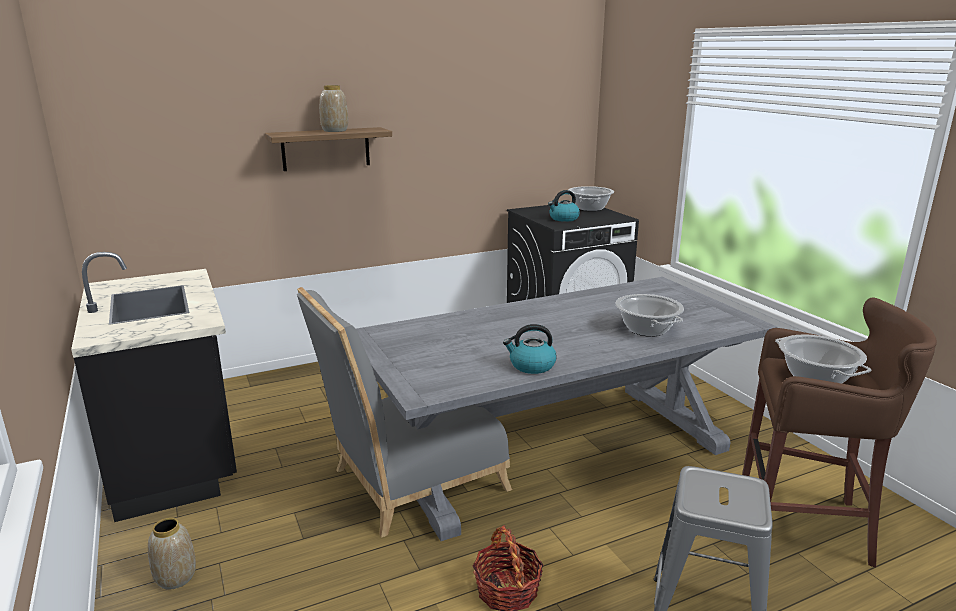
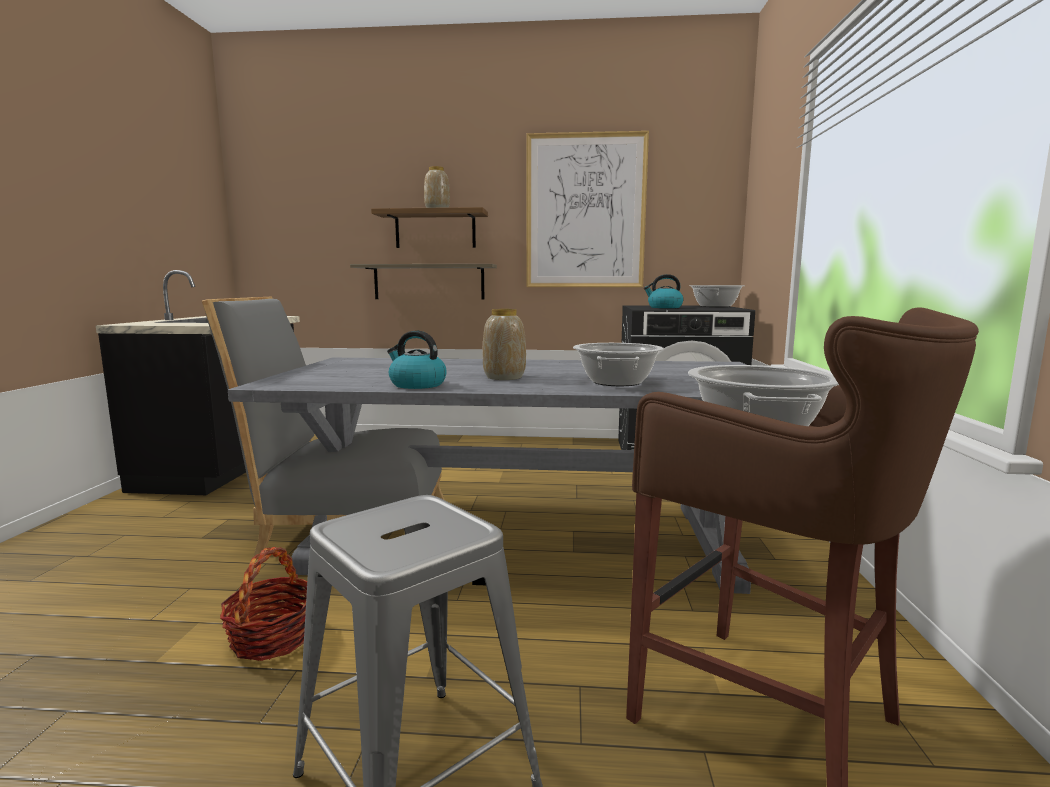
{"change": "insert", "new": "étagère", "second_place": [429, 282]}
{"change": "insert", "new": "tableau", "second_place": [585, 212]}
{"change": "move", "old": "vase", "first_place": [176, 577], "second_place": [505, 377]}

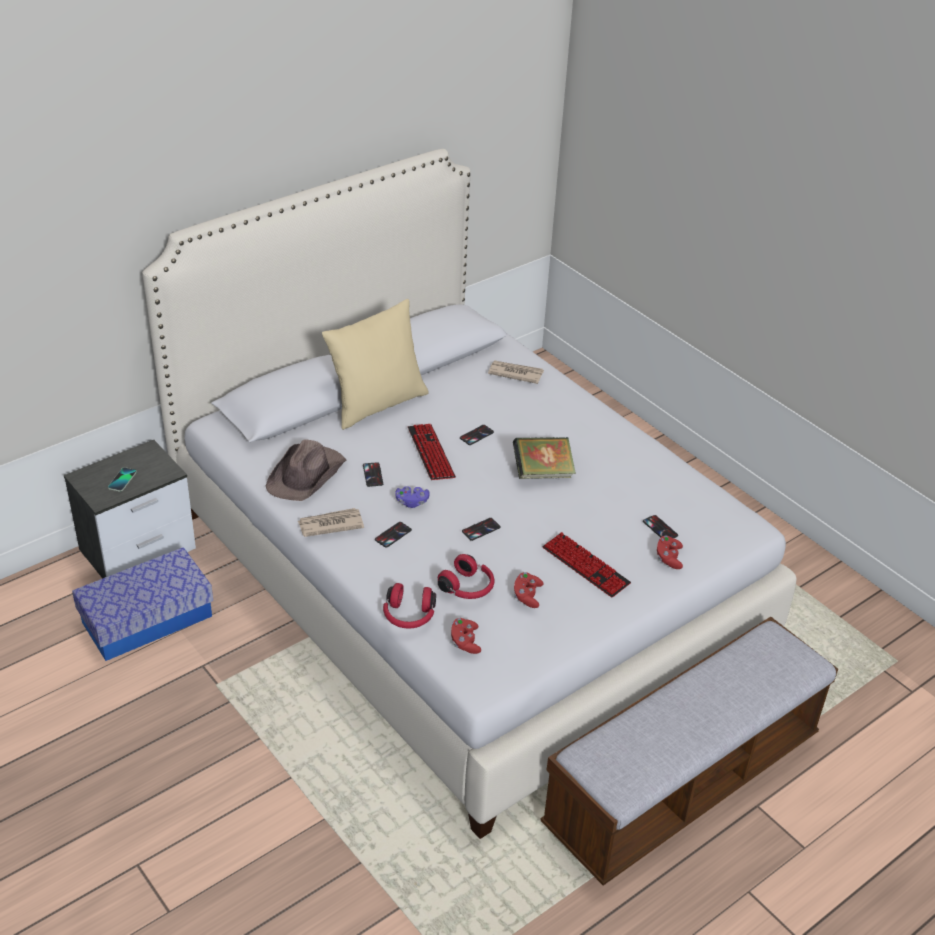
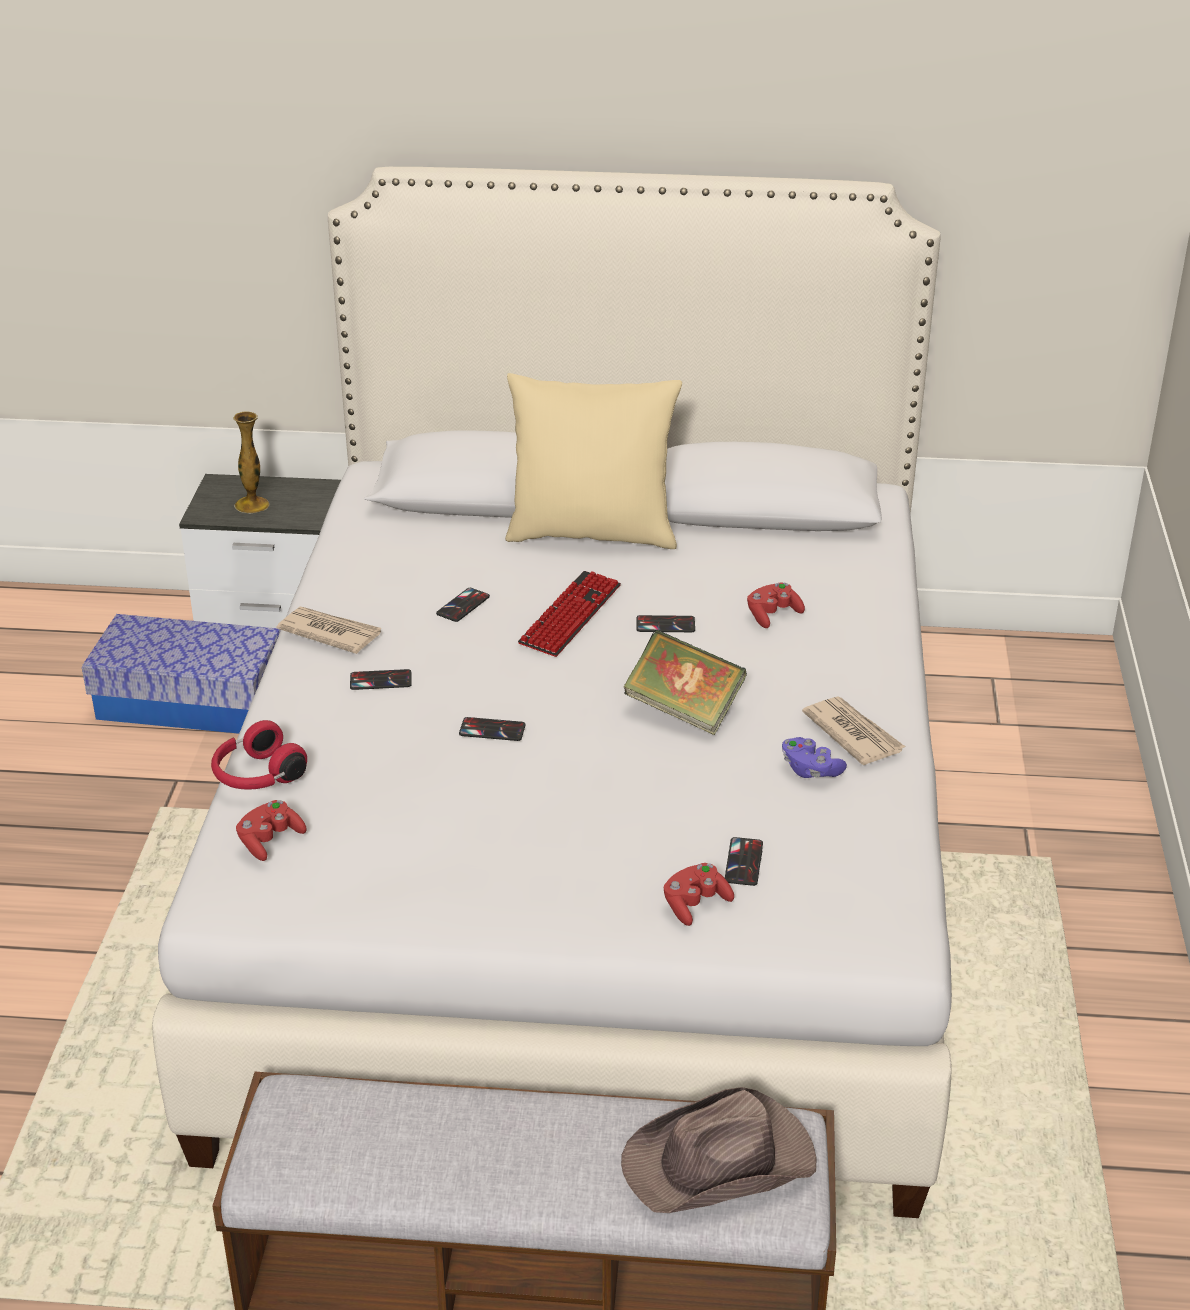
{"change": "delete", "old": "casque audio [rouge]", "first_place": [468, 588]}
{"change": "delete", "old": "clavier", "first_place": [585, 566]}
{"change": "move", "old": "chapeau [marron]", "first_place": [307, 475], "second_place": [721, 1163]}
{"change": "move", "old": "manette [violet]", "first_place": [412, 502], "second_place": [810, 770]}
{"change": "move", "old": "journal", "first_place": [515, 373], "second_place": [853, 733]}
{"change": "move", "old": "manette [rouge]", "first_place": [527, 596], "second_place": [772, 615]}
{"change": "replace", "old": "téléphone", "new": "vase", "first_place": [122, 480], "second_place": [252, 505]}

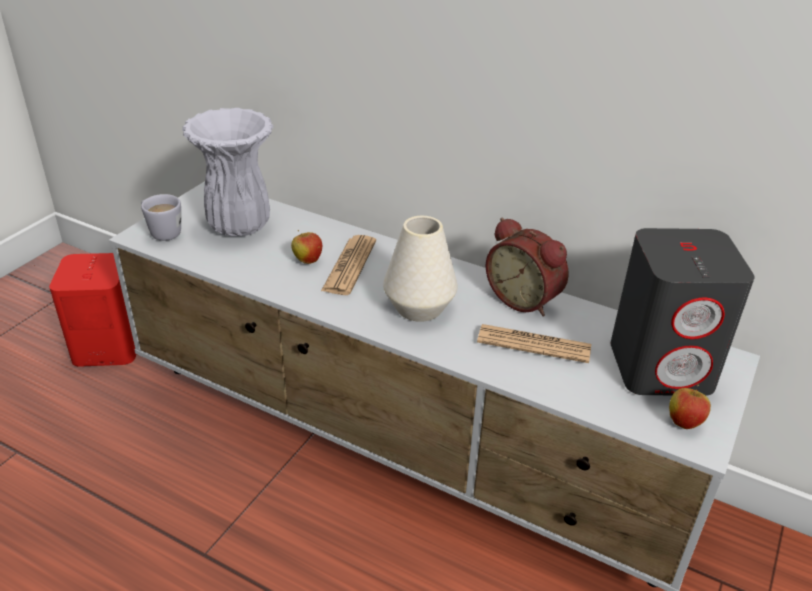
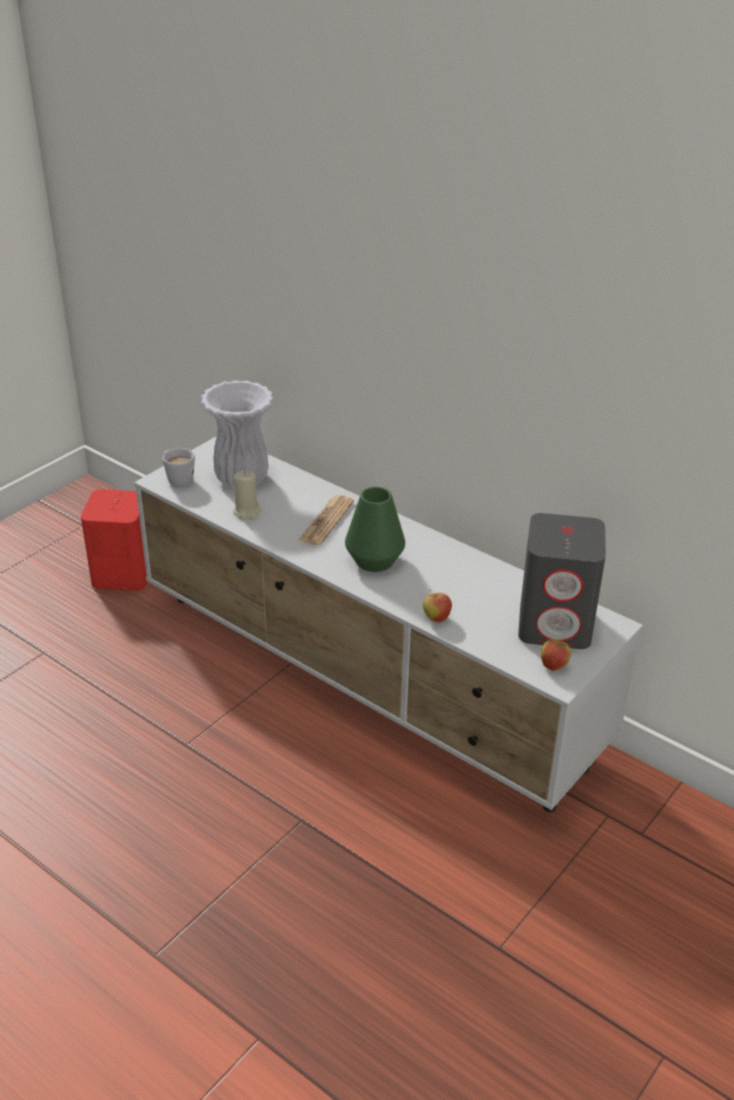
{"change": "delete", "old": "journal", "first_place": [534, 344]}
{"change": "delete", "old": "réveil", "first_place": [525, 299]}
{"change": "insert", "new": "bougie [beige]", "second_place": [247, 511]}
{"change": "move", "old": "pomme", "first_place": [307, 260], "second_place": [436, 618]}
{"change": "recolor", "old": "vase [blanc]", "new": "vase [vert]", "first_place": [419, 307], "second_place": [374, 561]}

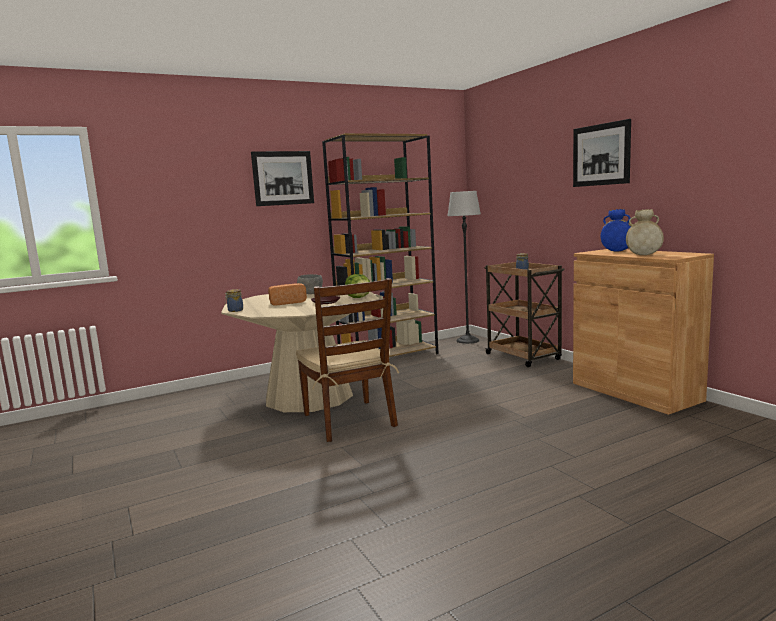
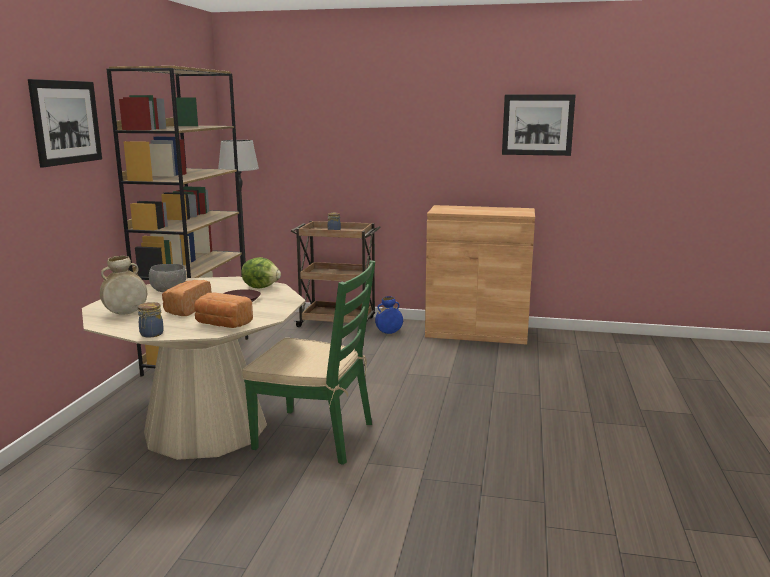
{"change": "insert", "new": "pain", "second_place": [222, 324]}
{"change": "move", "old": "tableau", "first_place": [601, 154], "second_place": [537, 125]}
{"change": "move", "old": "vase [bleu]", "first_place": [617, 251], "second_place": [389, 333]}
{"change": "move", "old": "vase [beige]", "first_place": [643, 255], "second_place": [126, 313]}
{"change": "recolor", "old": "chaise [marron]", "new": "chaise [vert]", "first_place": [349, 420], "second_place": [315, 435]}

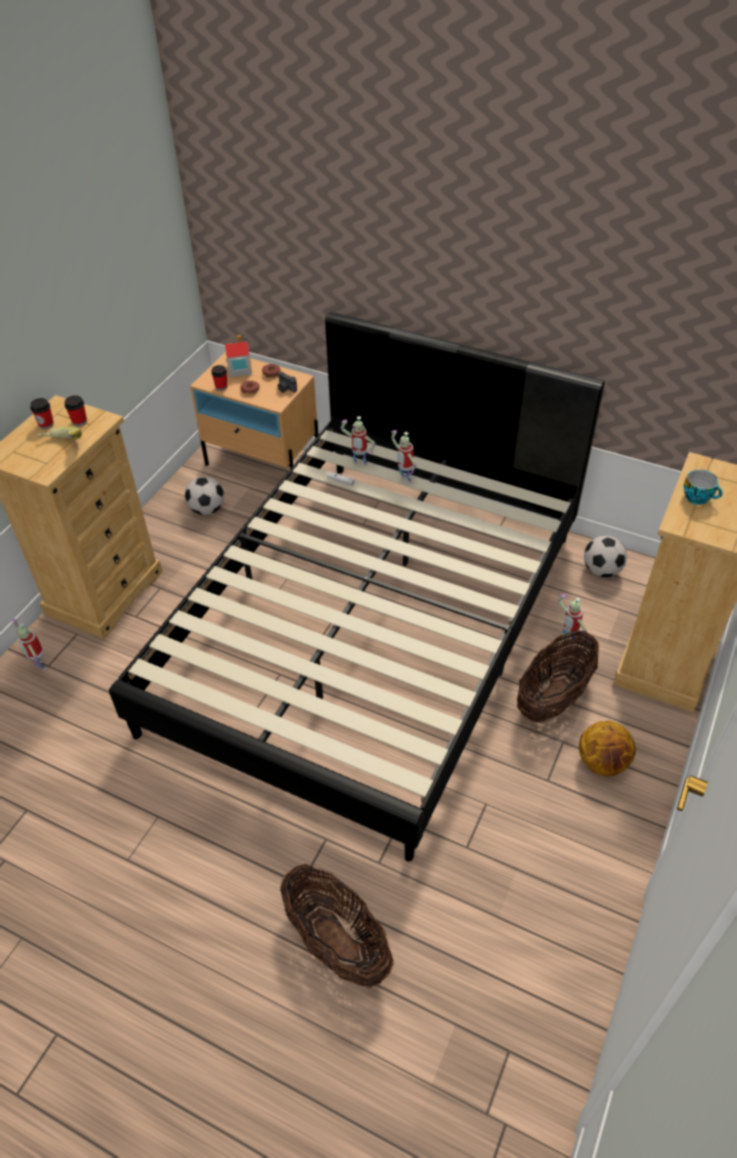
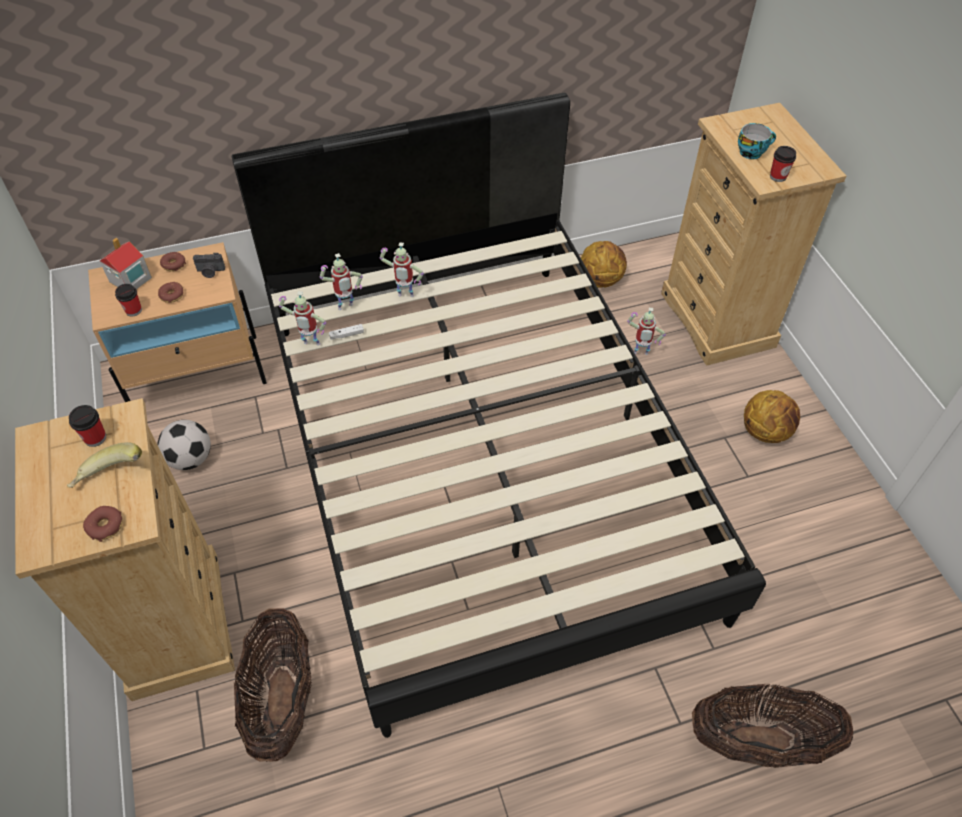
{"change": "insert", "new": "beignet", "second_place": [105, 526]}
{"change": "move", "old": "robot jouet", "first_place": [40, 666], "second_place": [310, 345]}
{"change": "move", "old": "tasse", "first_place": [46, 424], "second_place": [778, 176]}
{"change": "move", "old": "panier", "first_place": [553, 697], "second_place": [281, 699]}
{"change": "replace", "old": "ballon de foot", "new": "ballon de basket", "first_place": [601, 570], "second_place": [601, 279]}

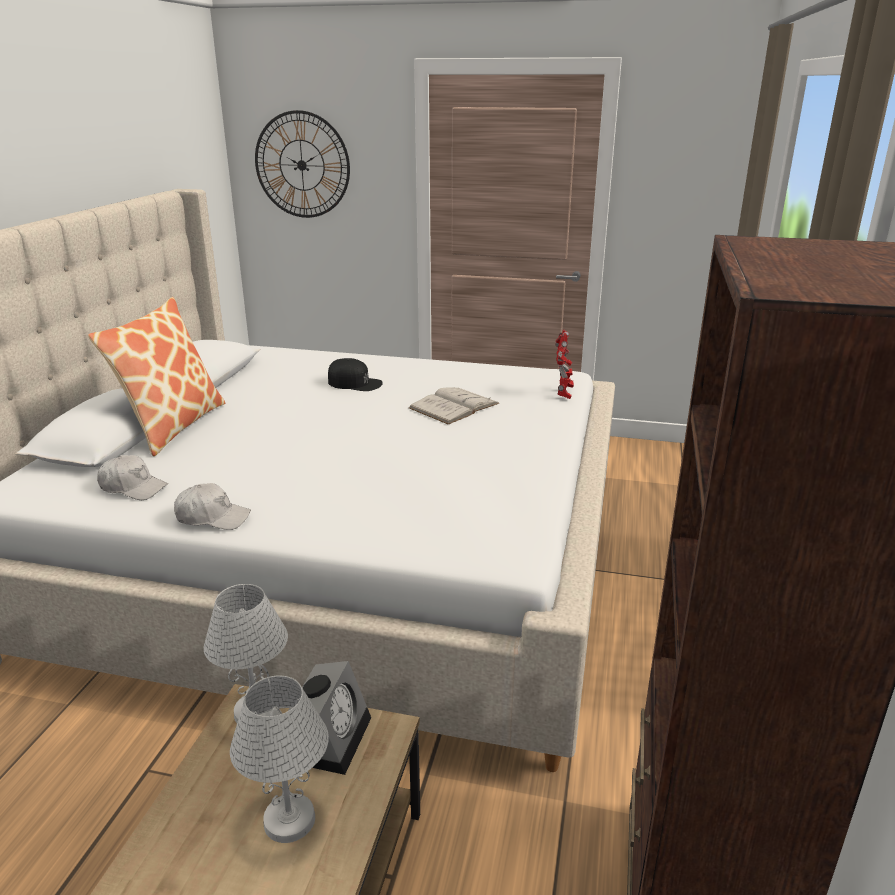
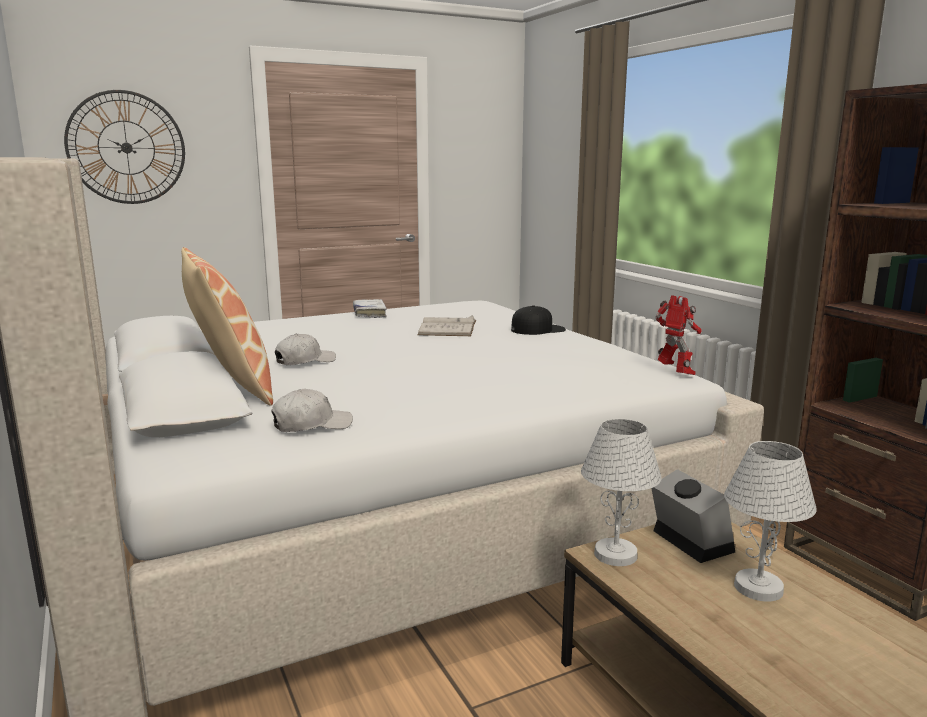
{"change": "insert", "new": "livre [blanc]", "second_place": [369, 313]}
{"change": "move", "old": "casquette [blanc]", "first_place": [213, 517], "second_place": [305, 361]}
{"change": "move", "old": "casquette [noir]", "first_place": [355, 383], "second_place": [538, 329]}
{"change": "move", "old": "robot jouet", "first_place": [563, 394], "second_place": [675, 373]}

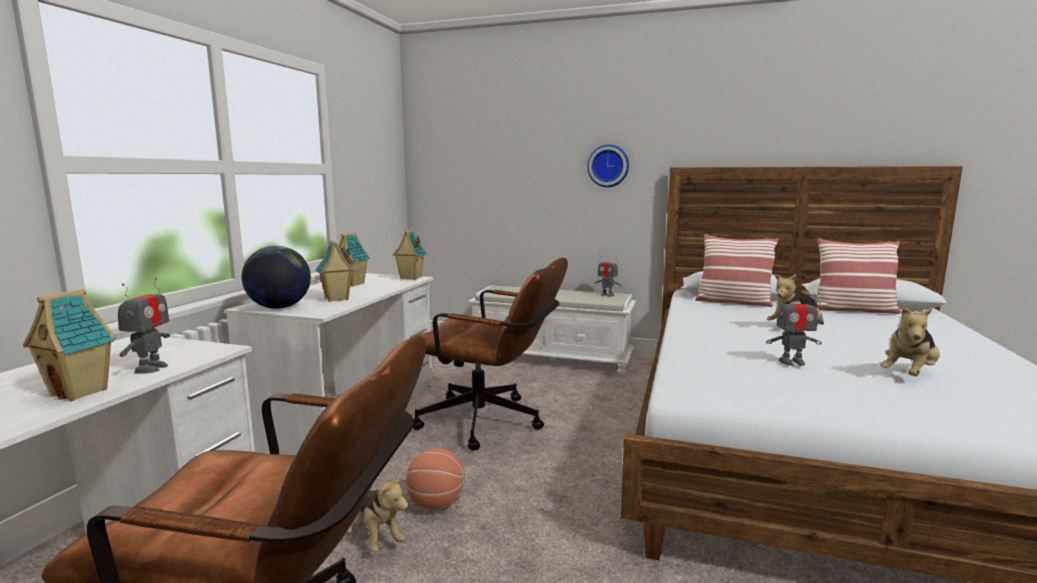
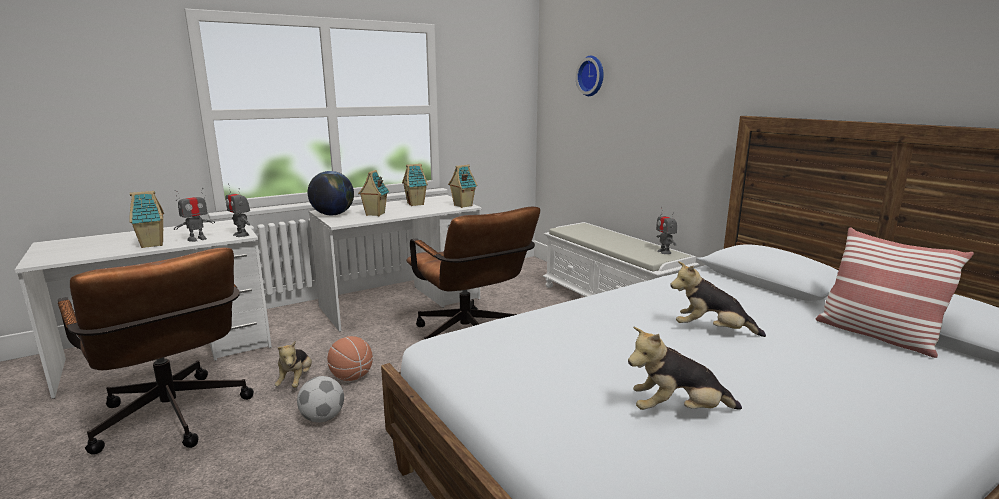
{"change": "delete", "old": "coussin", "first_place": [733, 302]}
{"change": "insert", "new": "ballon de foot", "second_place": [323, 418]}
{"change": "move", "old": "horloge murale", "first_place": [608, 166], "second_place": [592, 76]}
{"change": "move", "old": "robot jouet", "first_place": [792, 362], "second_place": [241, 235]}

